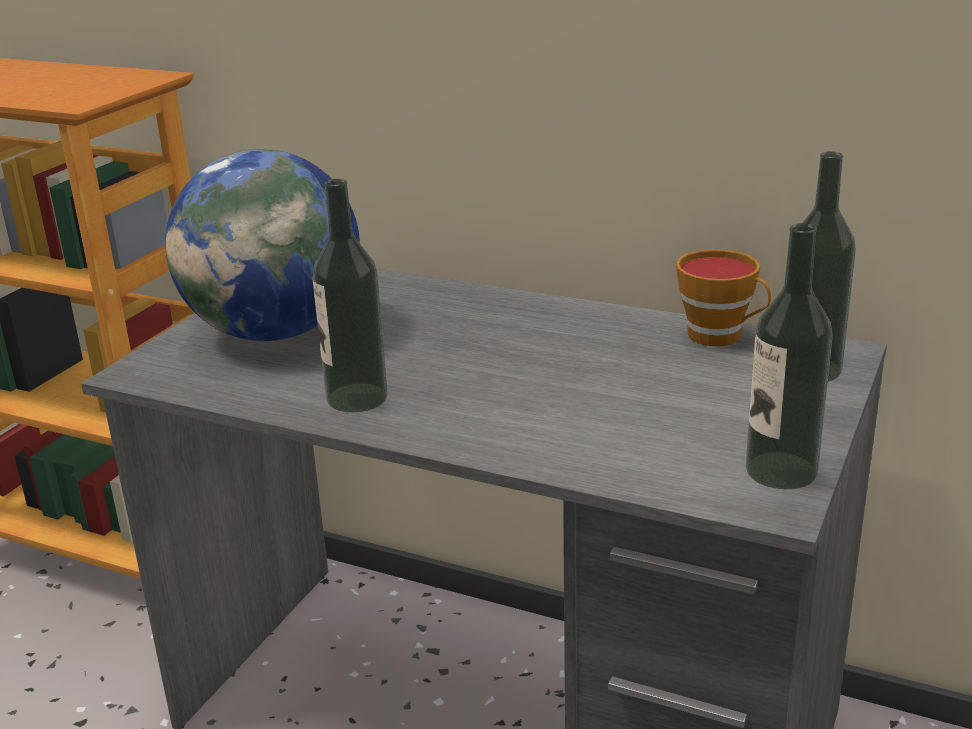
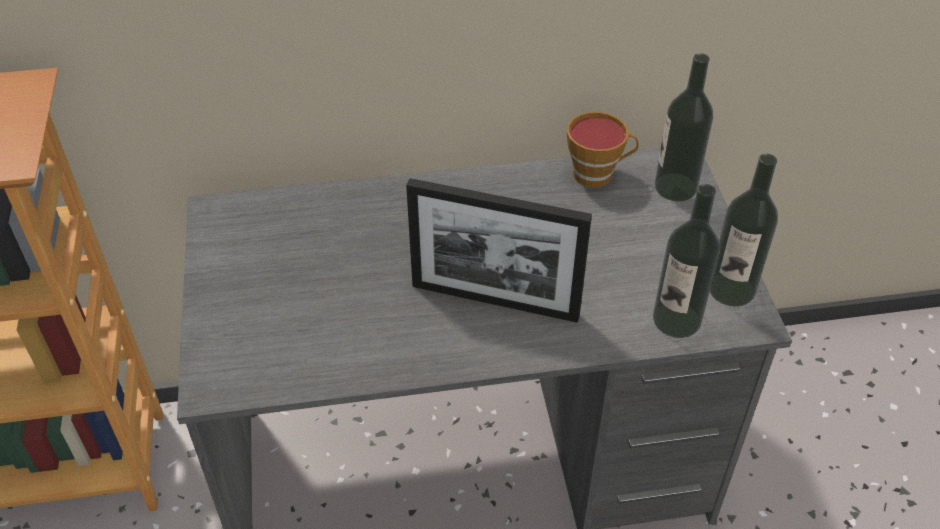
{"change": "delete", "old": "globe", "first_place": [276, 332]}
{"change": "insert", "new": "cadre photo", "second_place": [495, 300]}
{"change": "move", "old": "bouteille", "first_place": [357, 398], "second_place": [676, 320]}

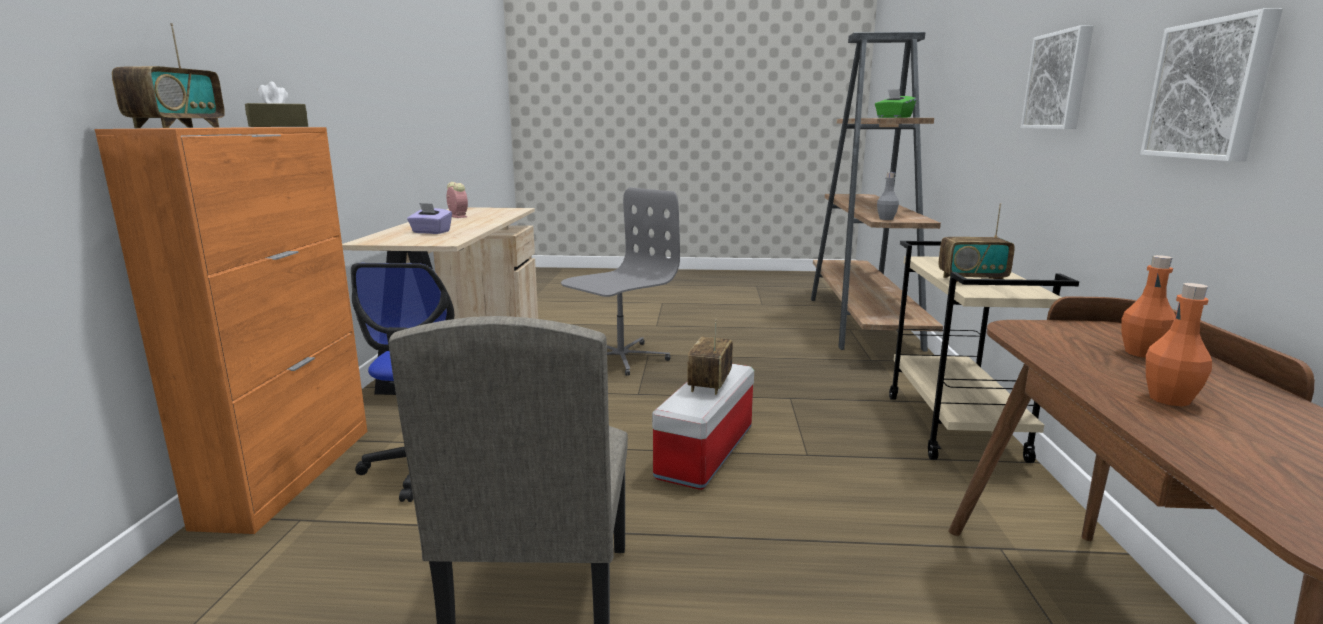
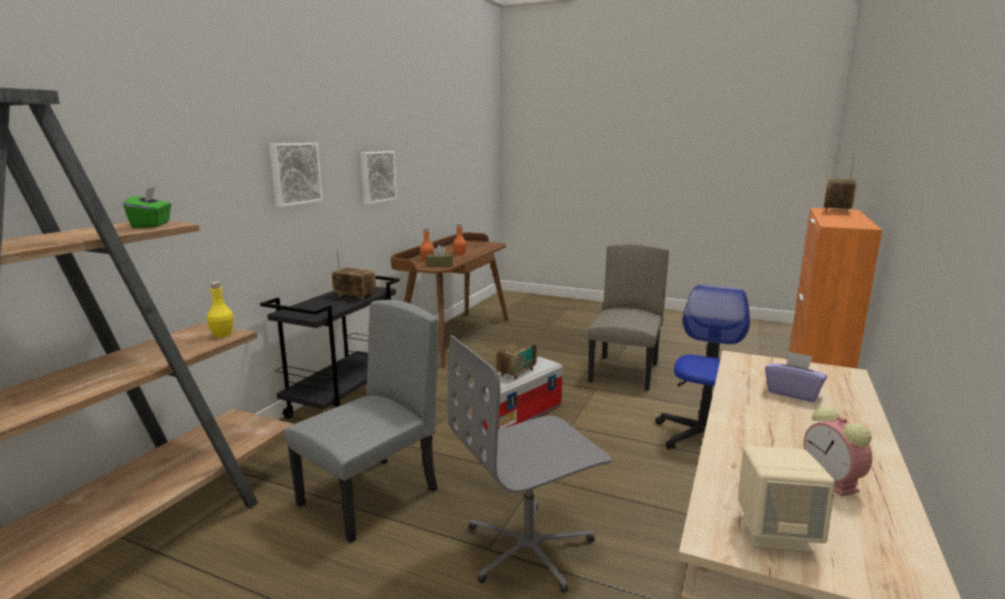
{"change": "insert", "new": "chaise [gris]", "second_place": [369, 498]}
{"change": "insert", "new": "enceinte [beige]", "second_place": [776, 533]}
{"change": "move", "old": "boîte à mouchoirs [marron]", "first_place": [278, 126], "second_place": [439, 265]}
{"change": "recolor", "old": "bouteille [gris]", "new": "bouteille [jaune]", "first_place": [886, 219], "second_place": [222, 335]}
{"change": "recolor", "old": "chariot [beige]", "new": "chariot [noir]", "first_place": [955, 428], "second_place": [344, 403]}

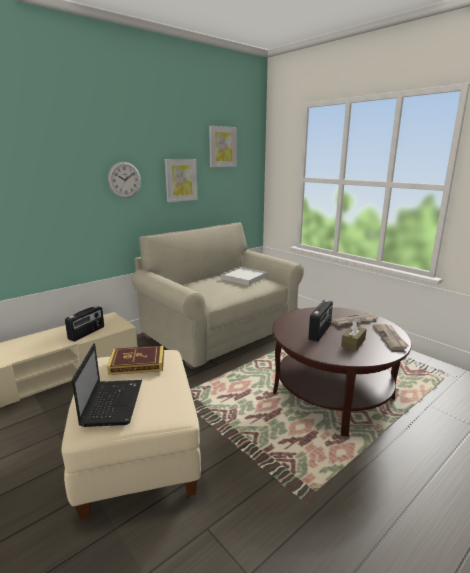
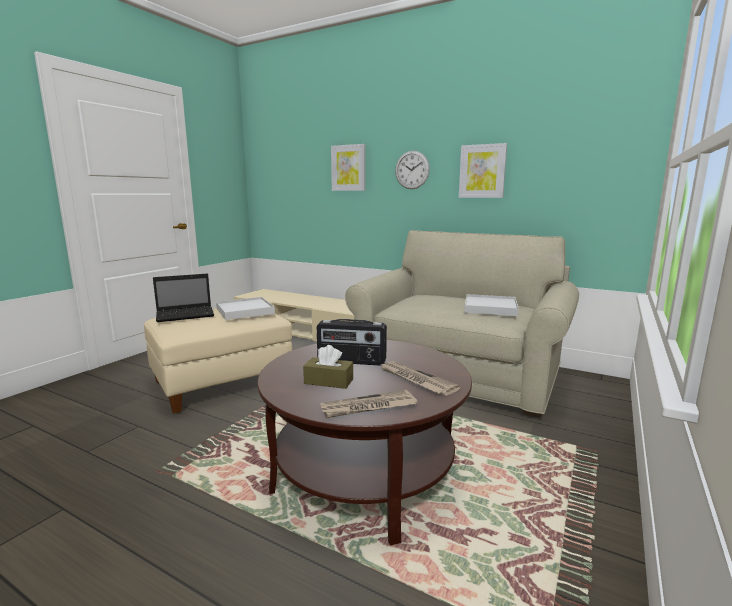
{"change": "delete", "old": "radio", "first_place": [87, 333]}
{"change": "move", "old": "tableau", "first_place": [222, 147], "second_place": [348, 168]}
{"change": "replace", "old": "livre", "new": "plateau [blanc]", "first_place": [137, 363], "second_place": [245, 311]}

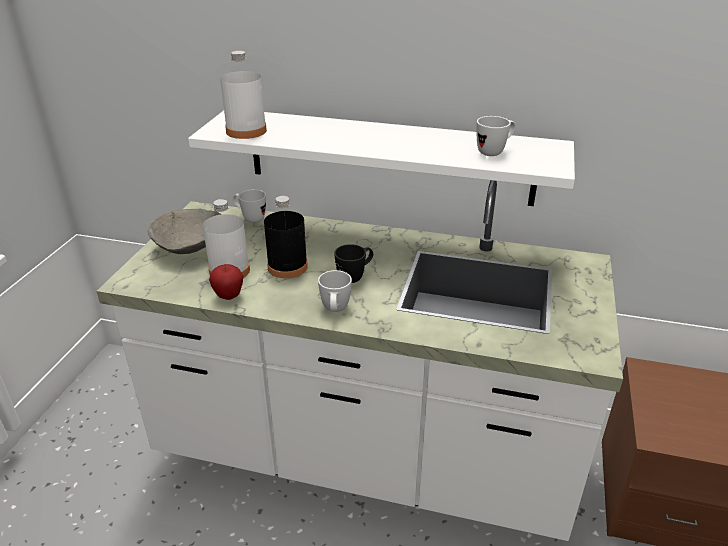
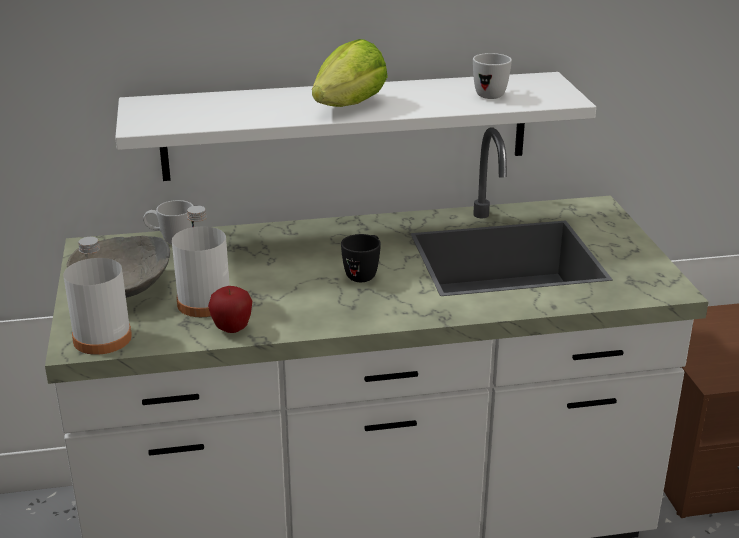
{"change": "delete", "old": "bouteille [noir]", "first_place": [287, 267]}
{"change": "delete", "old": "mug [blanc]", "first_place": [335, 310]}
{"change": "insert", "new": "laitue", "second_place": [349, 105]}
{"change": "move", "old": "bouteille [blanc]", "first_place": [246, 131], "second_place": [102, 338]}

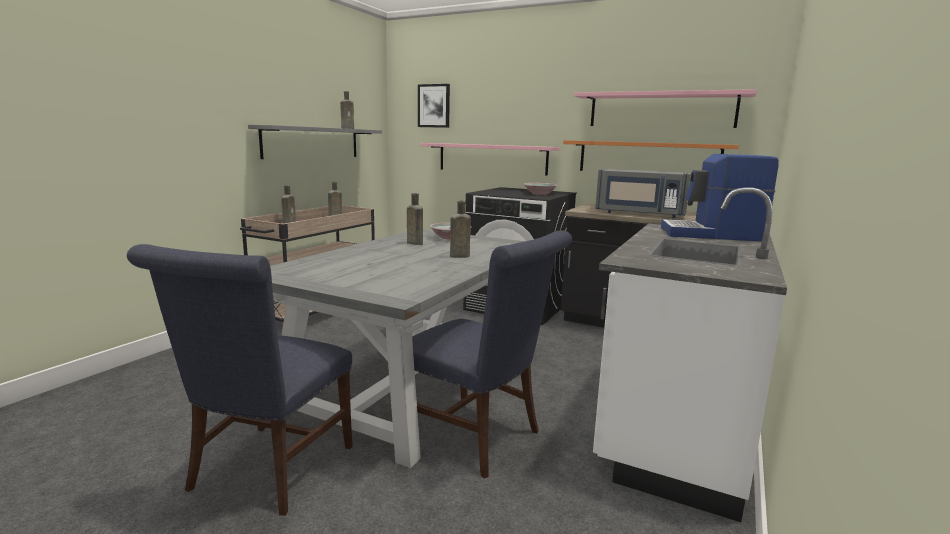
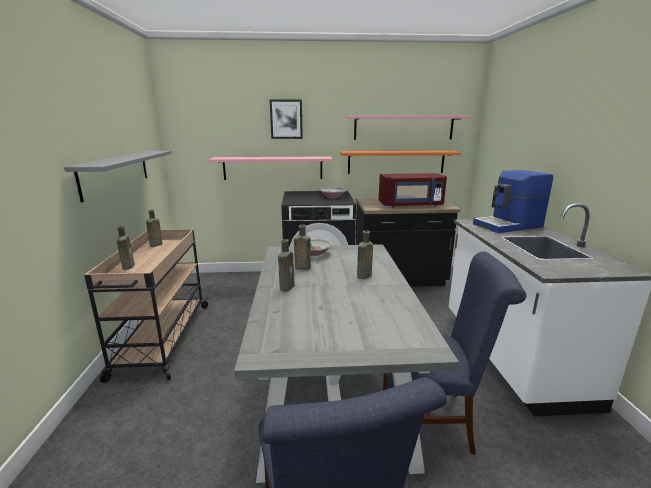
{"change": "move", "old": "bouteille [marron]", "first_place": [348, 128], "second_place": [287, 287]}
{"change": "move", "old": "tableau", "first_place": [434, 106], "second_place": [286, 119]}
{"change": "recolor", "old": "micro-ondes [gris]", "new": "micro-ondes [rouge]", "first_place": [640, 214], "second_place": [411, 205]}

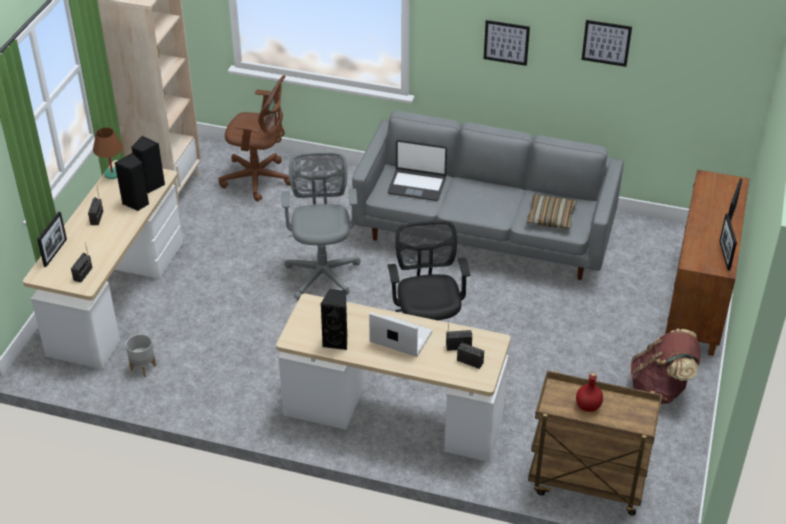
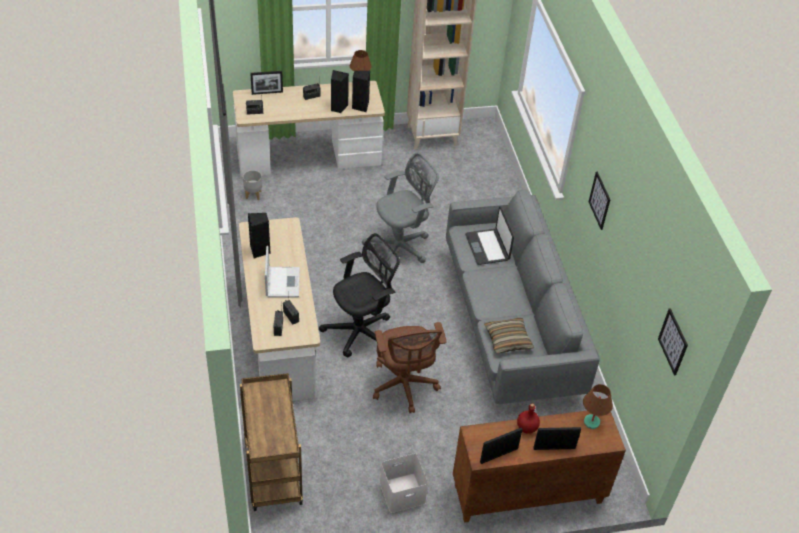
{"change": "insert", "new": "lampe de table [marron]", "second_place": [591, 422]}
{"change": "move", "old": "chaise de bureau [marron]", "first_place": [259, 179], "second_place": [404, 386]}
{"change": "move", "old": "bouteille [rouge]", "first_place": [587, 406], "second_place": [526, 427]}
{"change": "move", "old": "tableau", "first_place": [606, 43], "second_place": [673, 341]}
{"change": "replace", "old": "sac à dos [marron]", "new": "boîte de rangement [blanc]", "first_place": [660, 388], "second_place": [401, 494]}

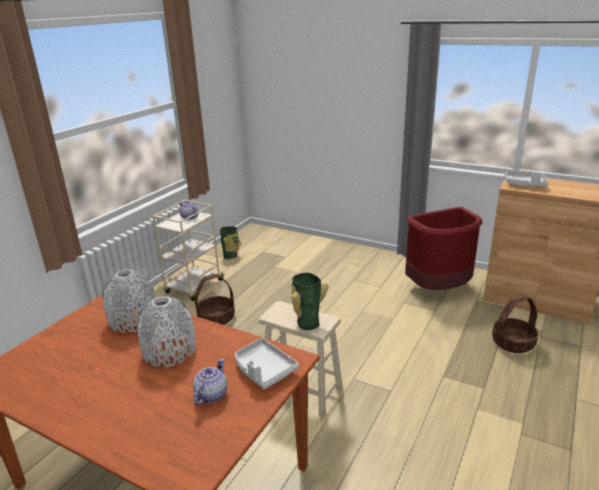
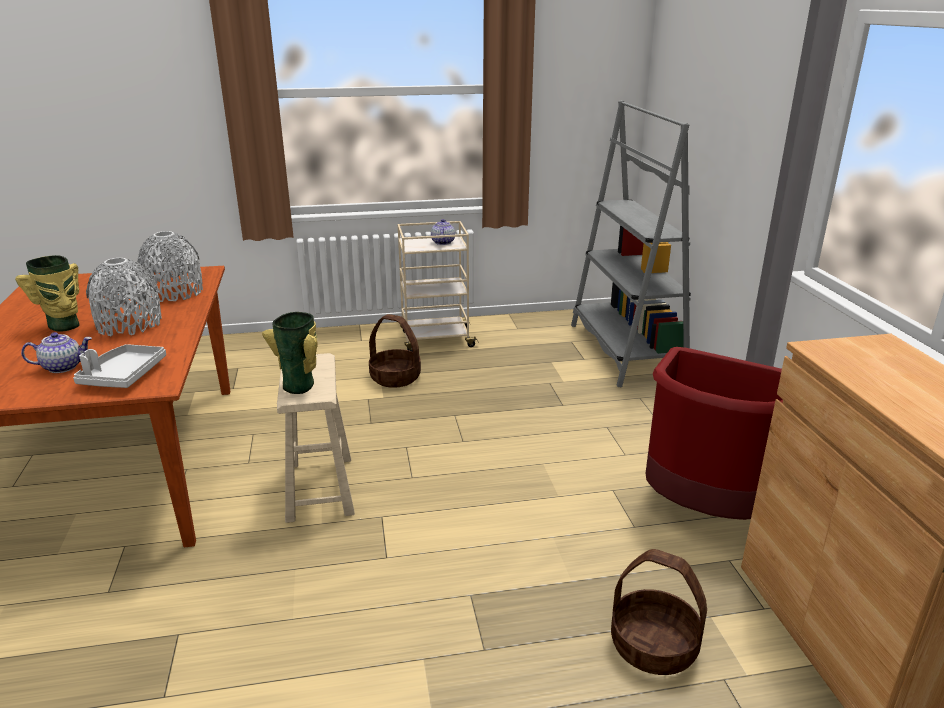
{"change": "delete", "old": "plateau [gris]", "first_place": [525, 184]}
{"change": "insert", "new": "bibliothèque [gris]", "second_place": [625, 351]}
{"change": "move", "old": "vase", "first_place": [231, 256], "second_place": [65, 326]}

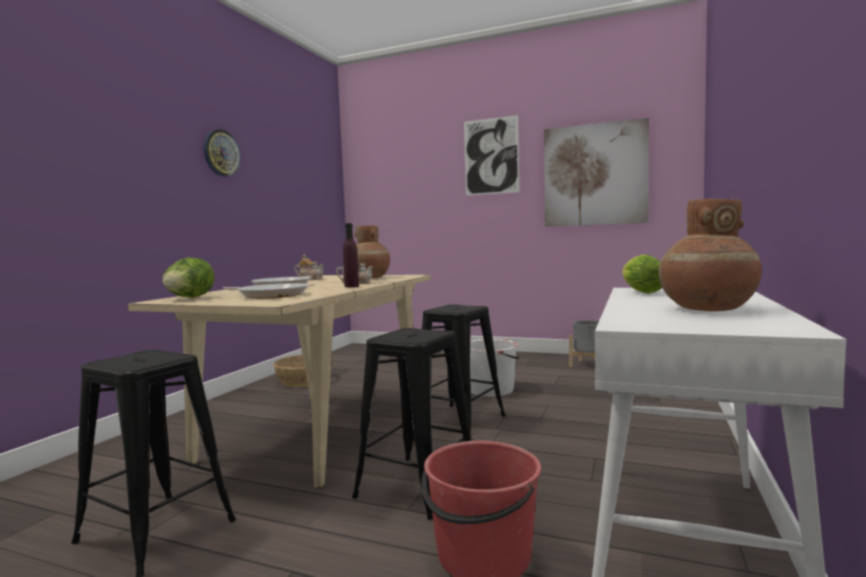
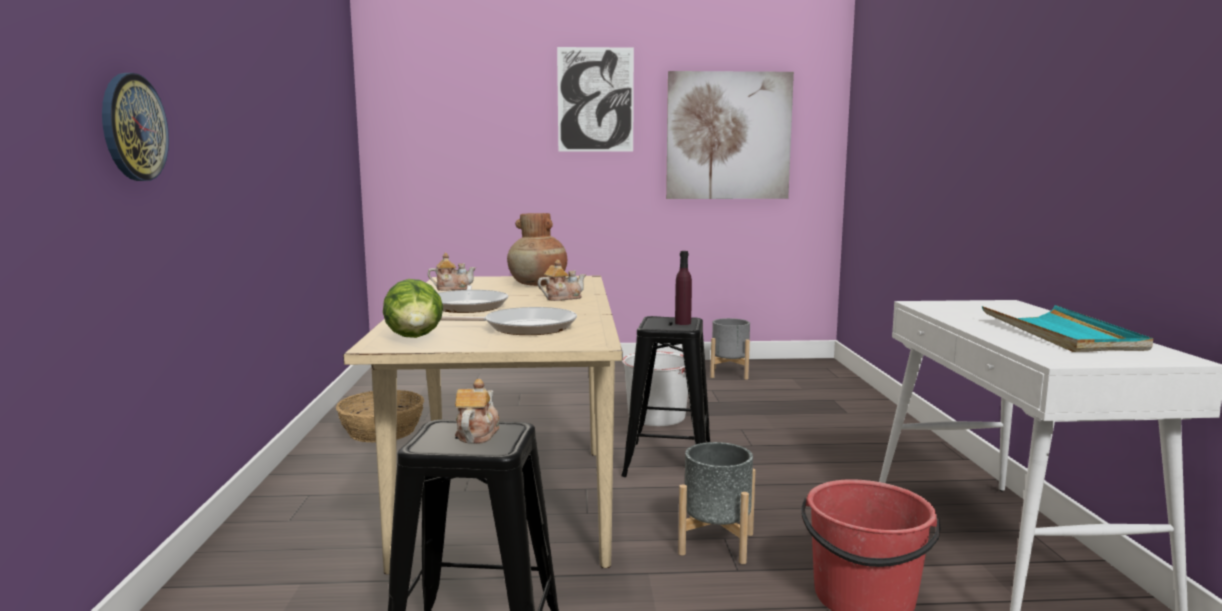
{"change": "delete", "old": "laitue", "first_place": [639, 292]}
{"change": "insert", "new": "théière", "second_place": [477, 434]}
{"change": "move", "old": "horloge murale", "first_place": [221, 153], "second_place": [133, 127]}
{"change": "move", "old": "bouteille [violet]", "first_place": [351, 286], "second_place": [683, 323]}
{"change": "replace", "old": "tabouret [noir]", "new": "cache-pot [gris]", "first_place": [417, 485], "second_place": [716, 543]}
{"change": "replace", "old": "vase [marron]", "new": "plateau [turquoise]", "first_place": [706, 309], "second_place": [1061, 334]}

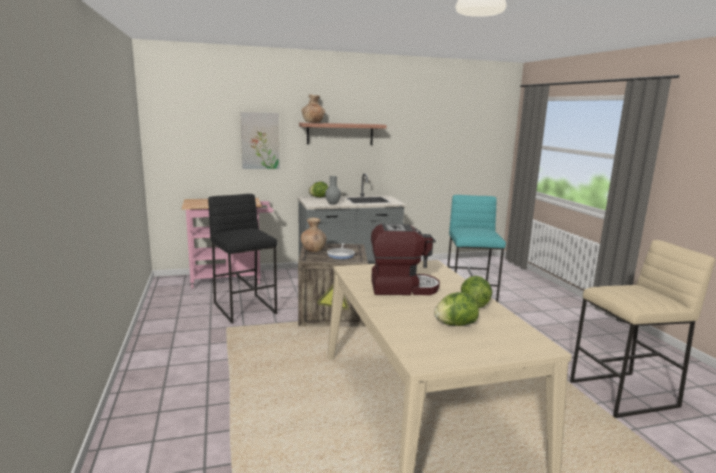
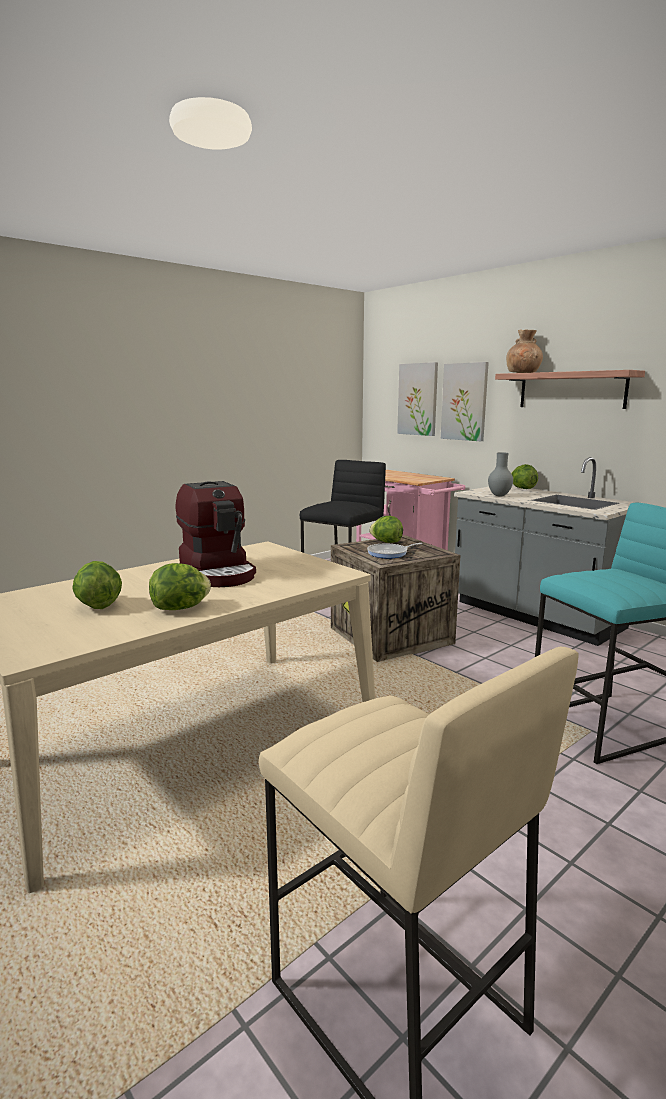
{"change": "insert", "new": "tableau", "second_place": [418, 399]}
{"change": "replace", "old": "vase [marron]", "new": "laitue", "first_place": [313, 250], "second_place": [386, 542]}

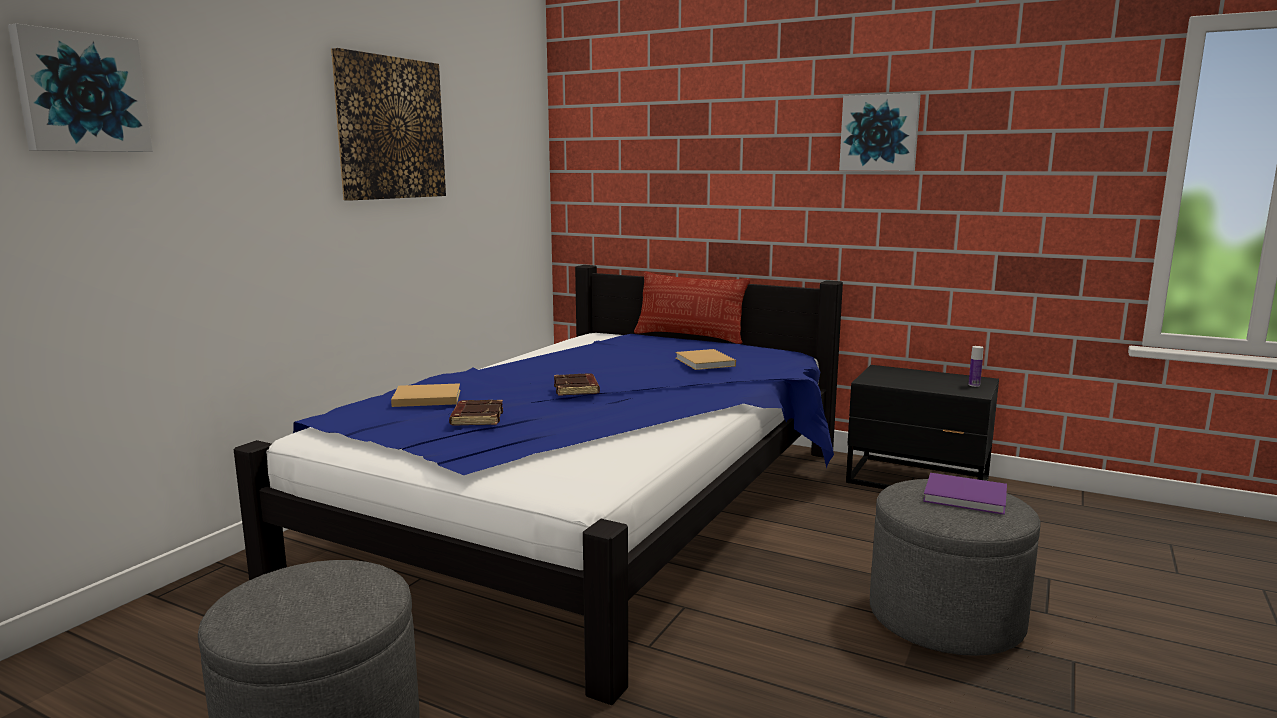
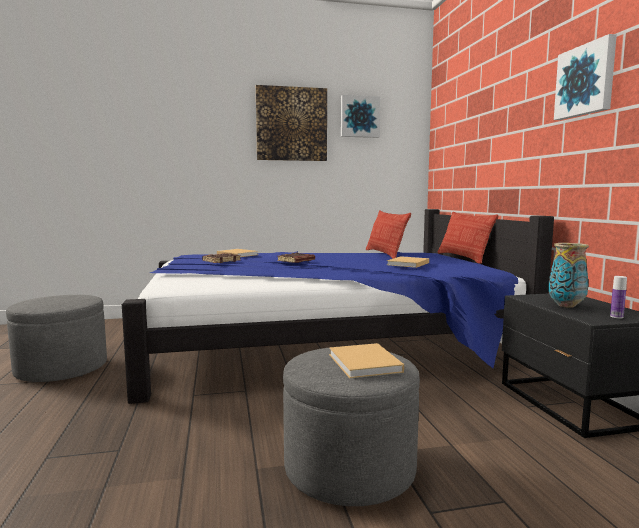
{"change": "insert", "new": "coussin", "second_place": [385, 254]}
{"change": "insert", "new": "vase", "second_place": [566, 305]}
{"change": "move", "old": "tableau", "first_place": [81, 93], "second_place": [359, 117]}
{"change": "recolor", "old": "livre [violet]", "new": "livre [beige]", "first_place": [968, 497], "second_place": [365, 364]}

